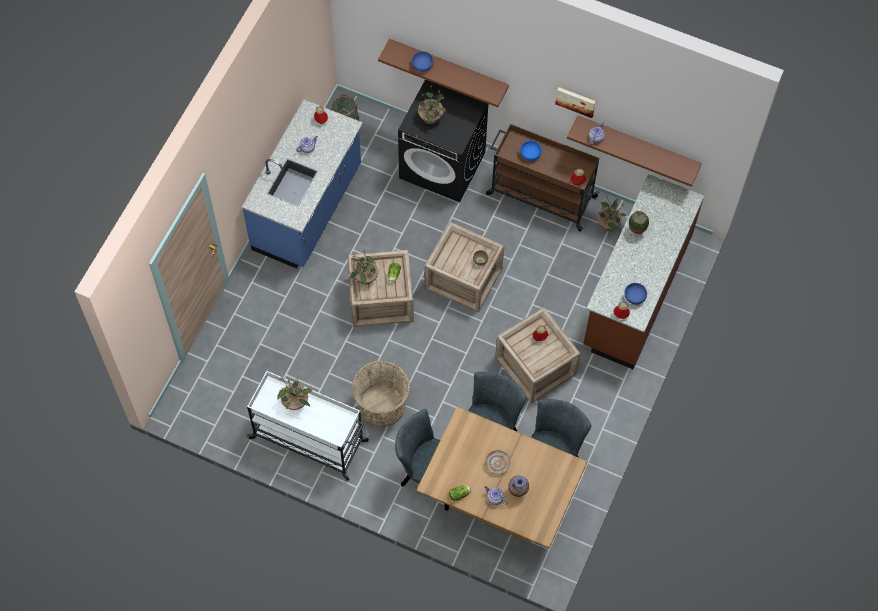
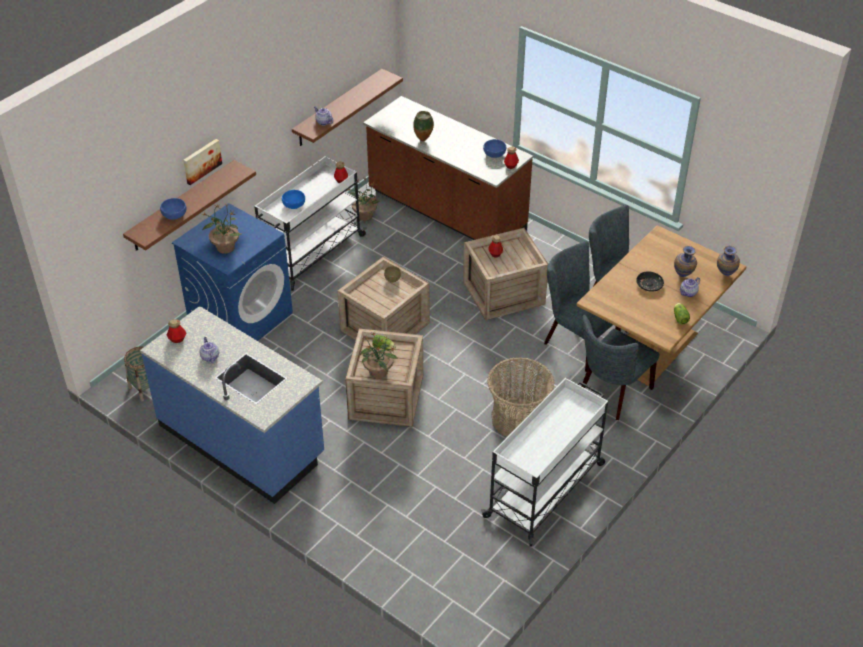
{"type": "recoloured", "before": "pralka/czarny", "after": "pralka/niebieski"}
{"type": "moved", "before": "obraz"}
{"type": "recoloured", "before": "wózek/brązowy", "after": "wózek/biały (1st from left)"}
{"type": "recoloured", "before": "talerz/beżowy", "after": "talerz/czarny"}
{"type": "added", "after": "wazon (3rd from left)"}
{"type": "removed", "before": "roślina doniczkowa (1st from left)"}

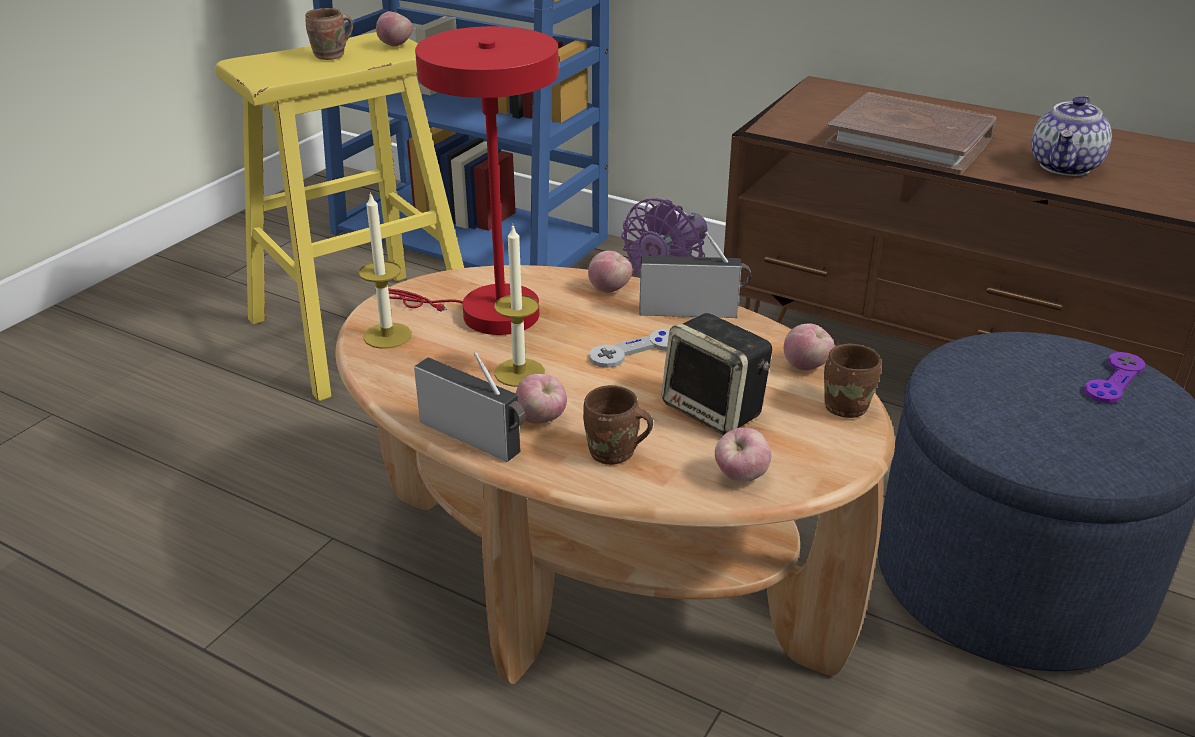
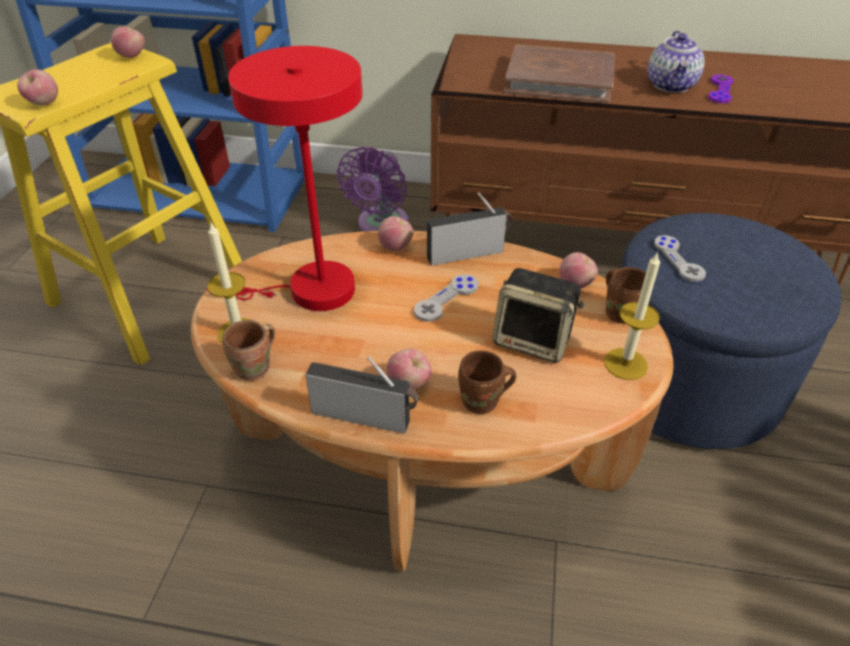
{"type": "moved", "before": "jabłko (4th from left in the first image)", "after": "jabłko (1st from left)"}
{"type": "moved", "before": "kubek/brązowy (1st from left)"}
{"type": "moved", "before": "świeca (2nd from left)"}
{"type": "added", "after": "pad do gier/szary (2nd from left)"}
{"type": "moved", "before": "pad do gier/fioletowy"}

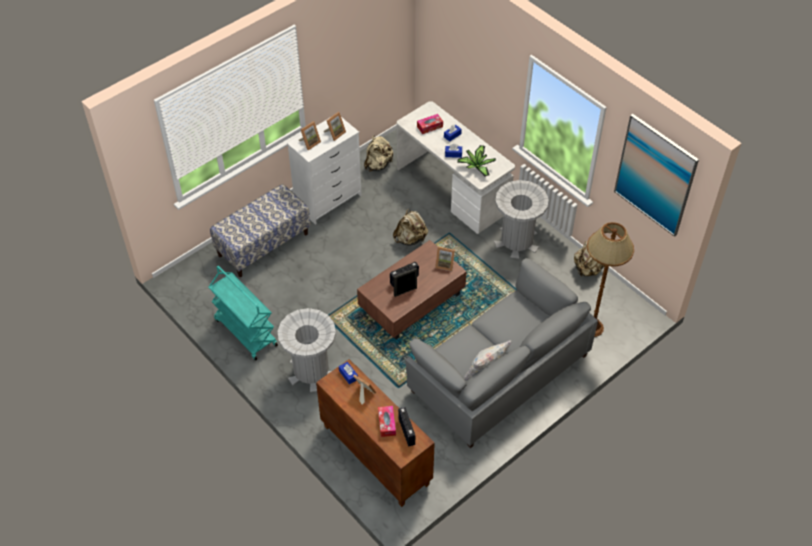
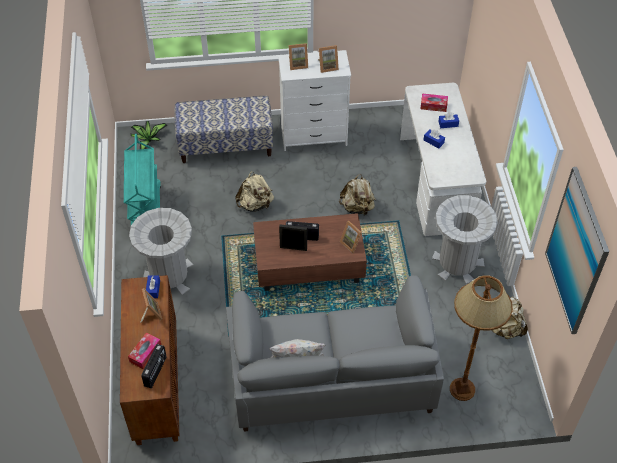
{"type": "moved", "before": "roślina doniczkowa"}
{"type": "moved", "before": "plecak/beżowy (1st from left)"}

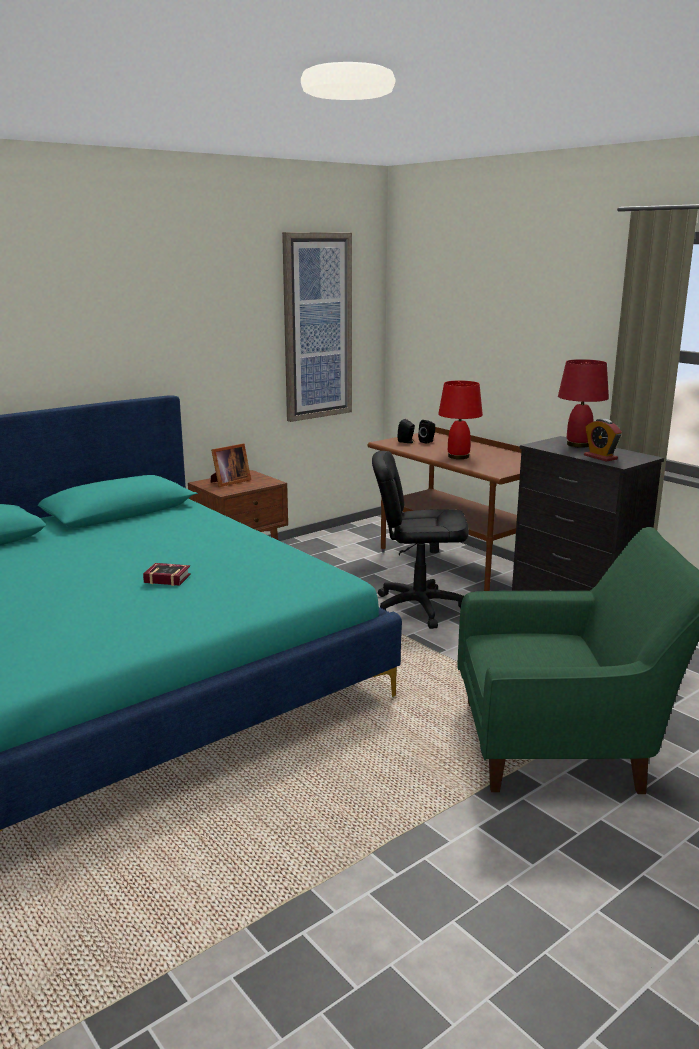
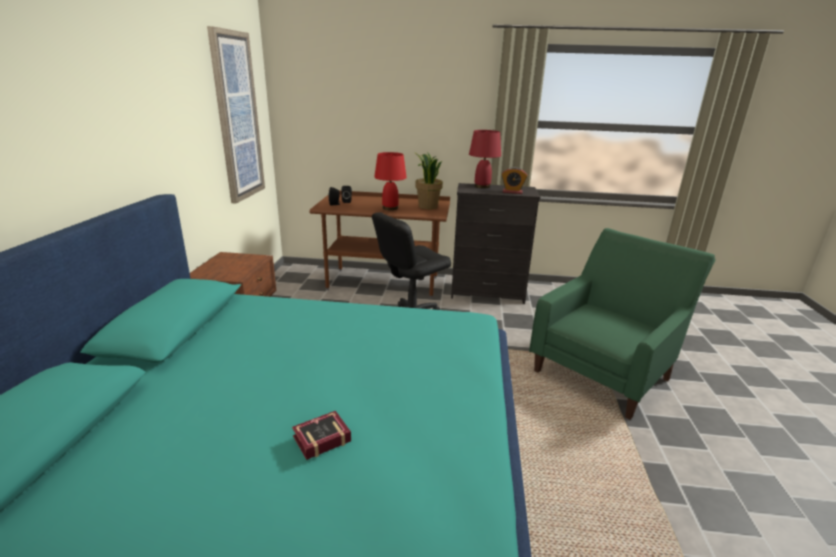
{"type": "moved", "before": "książka"}
{"type": "added", "after": "roślina doniczkowa"}
{"type": "removed", "before": "ramka na zdjęcie"}

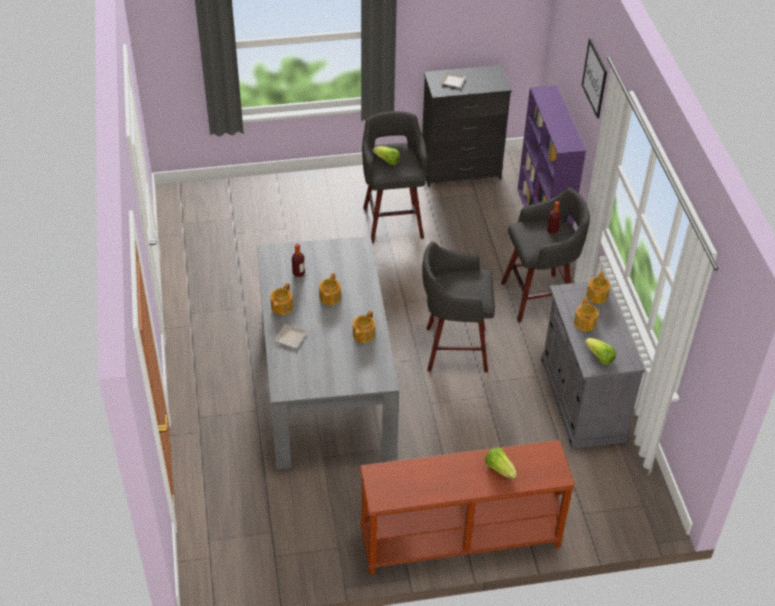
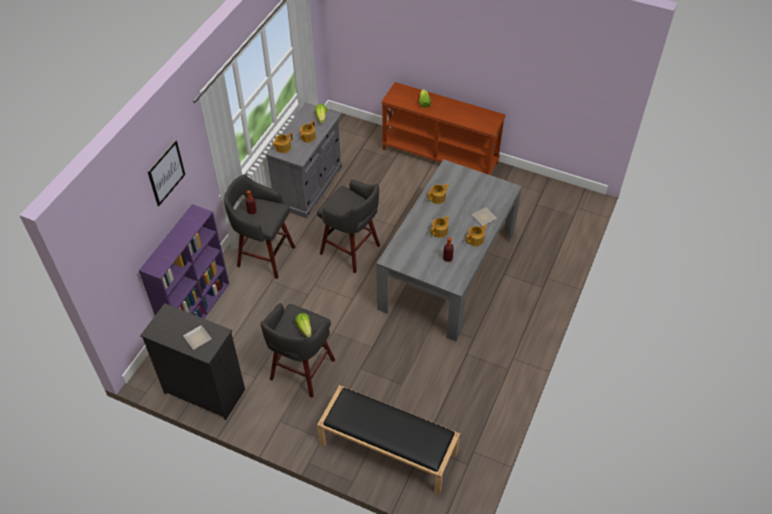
{"type": "added", "after": "ławka/czarny"}

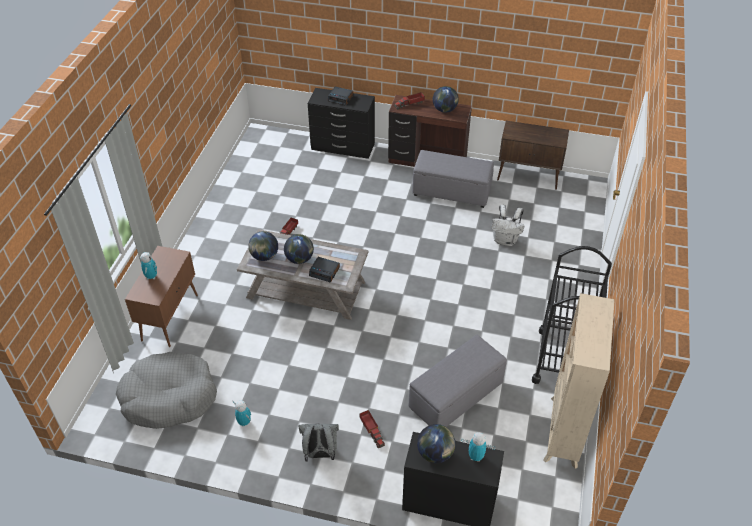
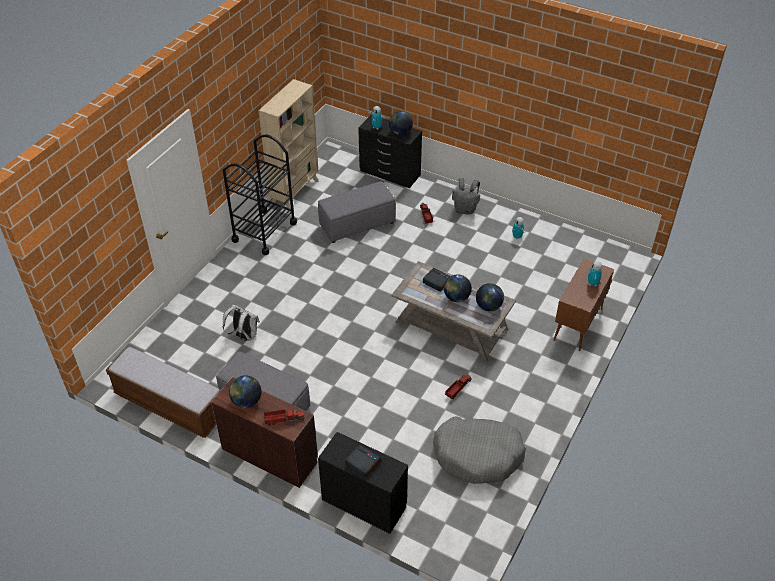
{"type": "replaced", "before": "szafka/brązowy (2nd from left)", "after": "ławka"}
{"type": "moved", "before": "legowisko/szary"}

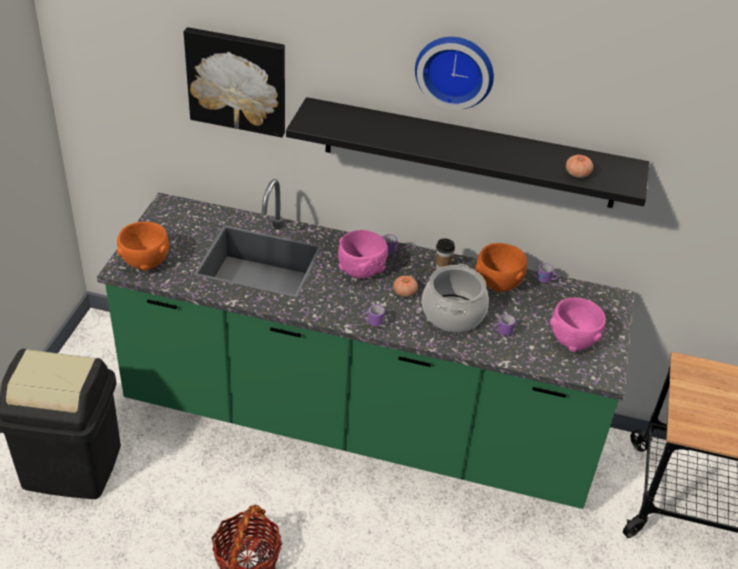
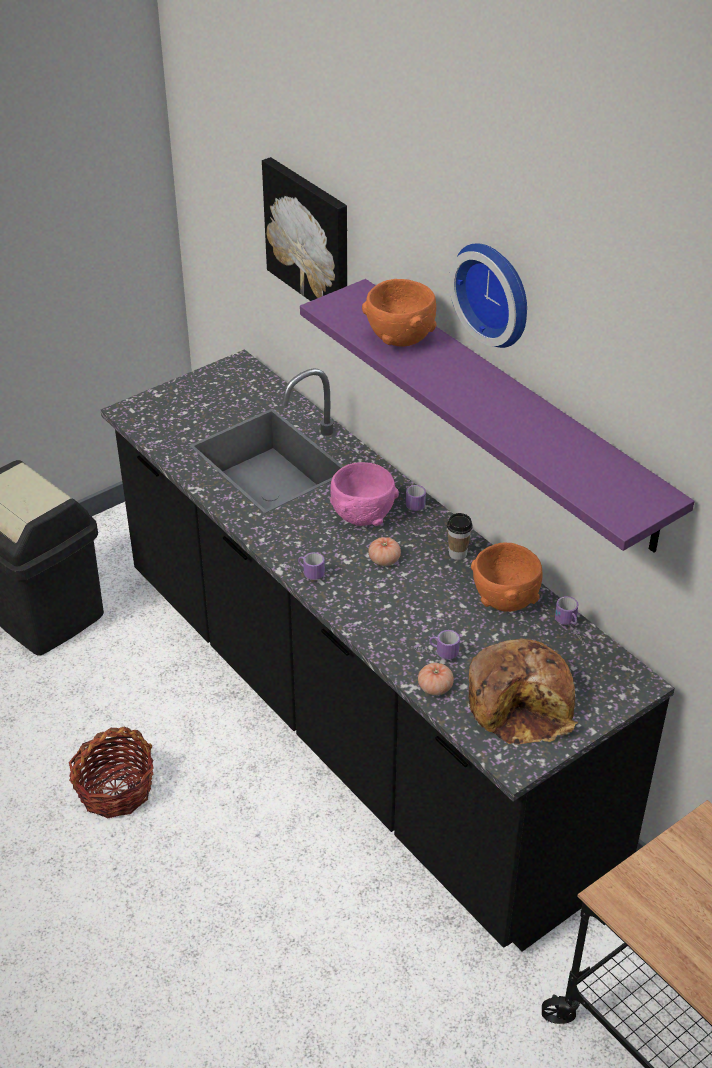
{"type": "recoloured", "before": "zabudowa kuchenna/zielony", "after": "zabudowa kuchenna/czarny"}
{"type": "recoloured", "before": "półka/czarny", "after": "półka/fioletowy"}
{"type": "moved", "before": "miska/pomarańczowy (1st from left)"}
{"type": "moved", "before": "pomidor (2nd from left)"}
{"type": "replaced", "before": "miska/różowy (2nd from left)", "after": "chleb"}
{"type": "removed", "before": "garnek"}

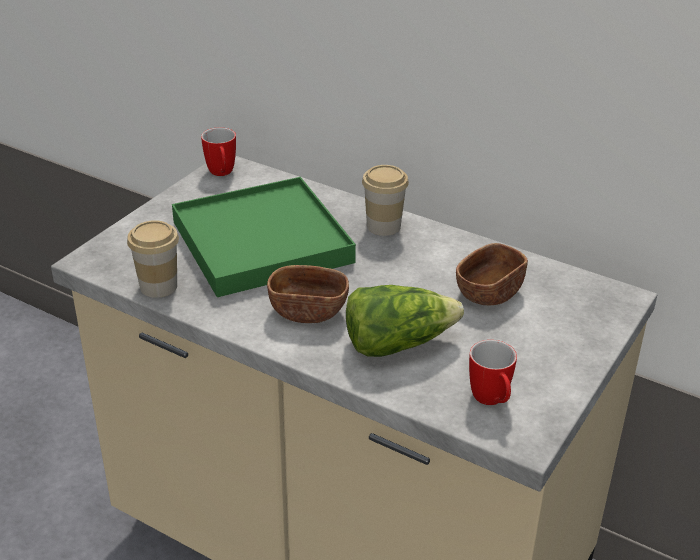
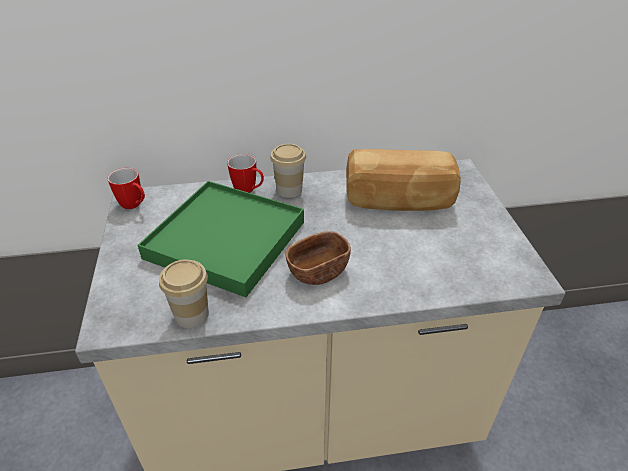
{"type": "moved", "before": "kubek (2nd from left)"}
{"type": "replaced", "before": "miska/brązowy (2nd from left)", "after": "chleb"}
{"type": "removed", "before": "sałata"}

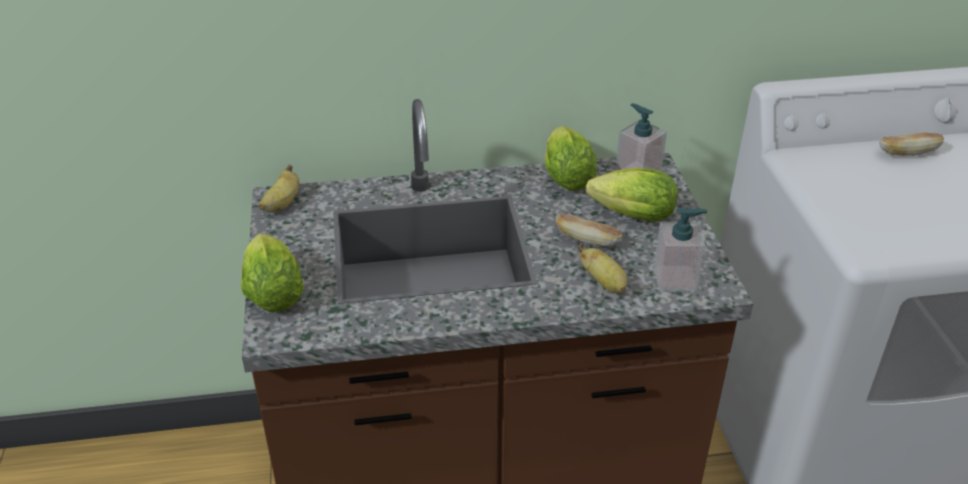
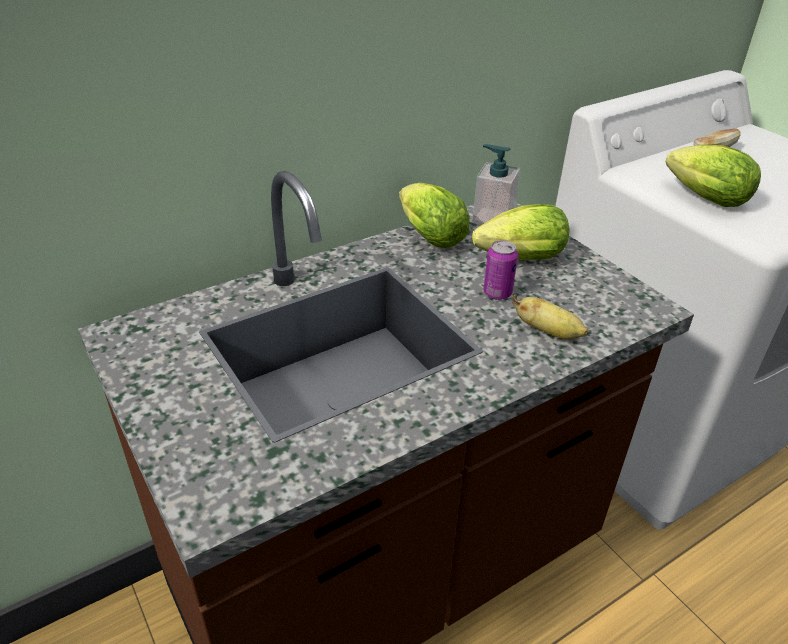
{"type": "replaced", "before": "chleb (1st from left)", "after": "puszka"}
{"type": "moved", "before": "sałata (1st from left in the first image)", "after": "sałata (3rd from left)"}
{"type": "removed", "before": "banan (1st from left)"}
{"type": "removed", "before": "dozownik mydła (2nd from left)"}

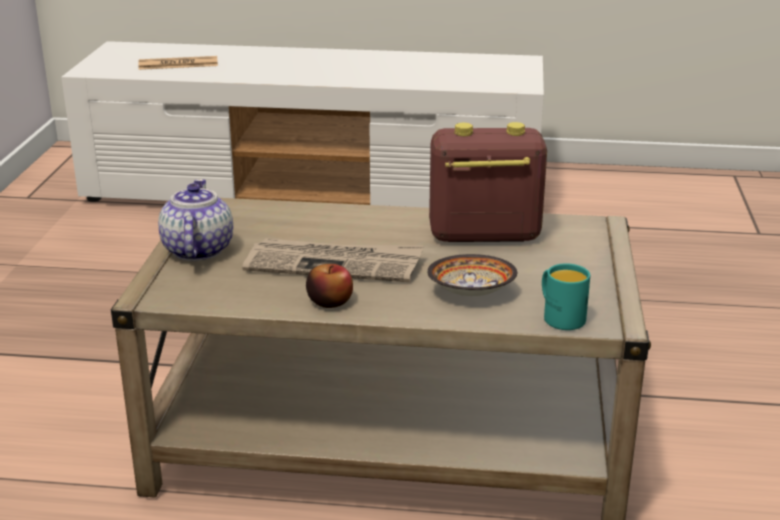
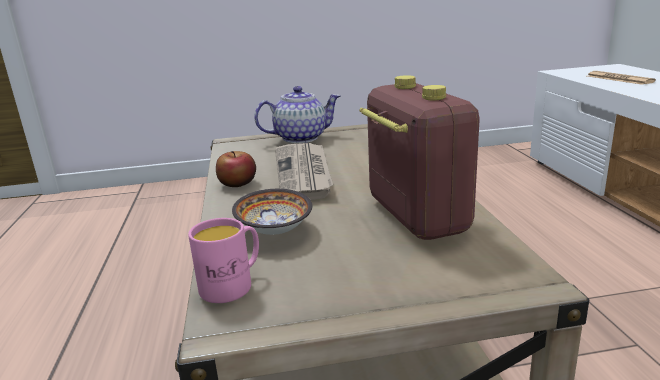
{"type": "recoloured", "before": "kubek/turkusowy", "after": "kubek/różowy"}

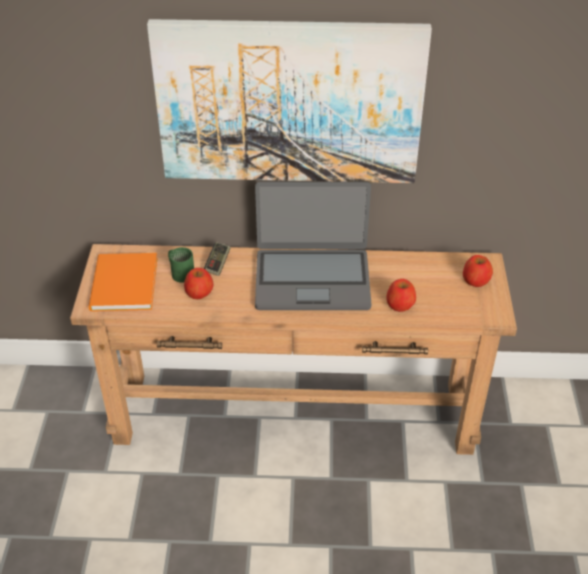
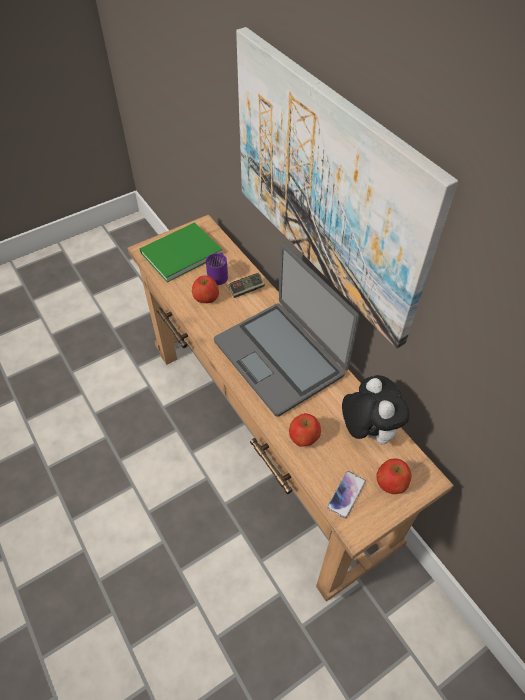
{"type": "recoloured", "before": "książka/pomarańczowy", "after": "książka/zielony"}
{"type": "recoloured", "before": "kubek/zielony", "after": "kubek/fioletowy"}
{"type": "added", "after": "telefon"}
{"type": "added", "after": "pluszak"}

